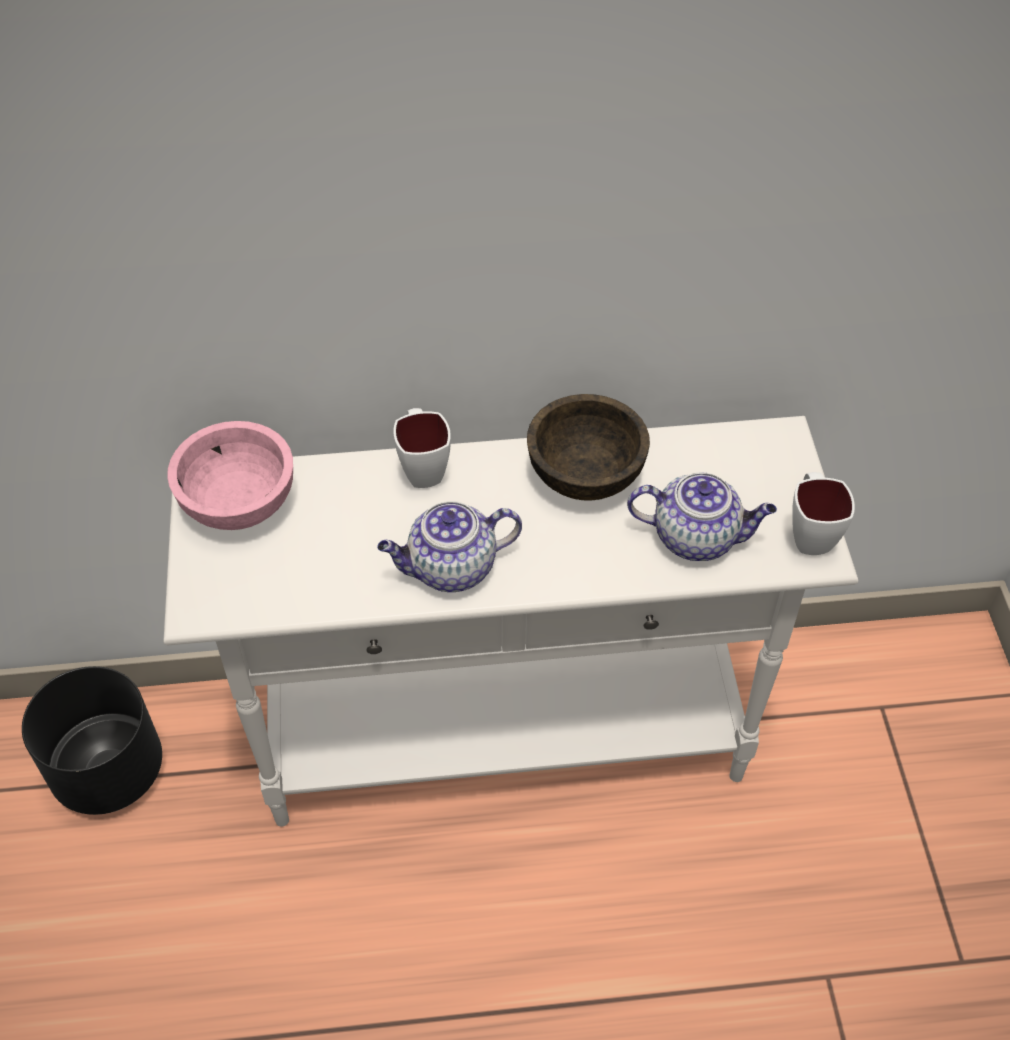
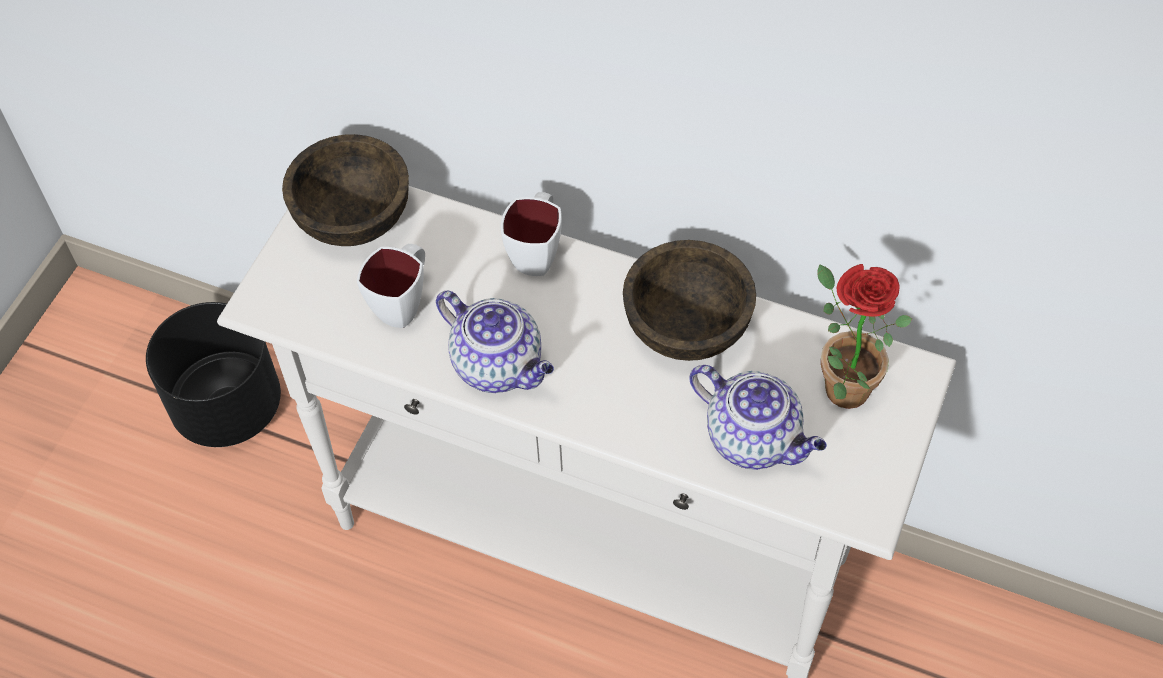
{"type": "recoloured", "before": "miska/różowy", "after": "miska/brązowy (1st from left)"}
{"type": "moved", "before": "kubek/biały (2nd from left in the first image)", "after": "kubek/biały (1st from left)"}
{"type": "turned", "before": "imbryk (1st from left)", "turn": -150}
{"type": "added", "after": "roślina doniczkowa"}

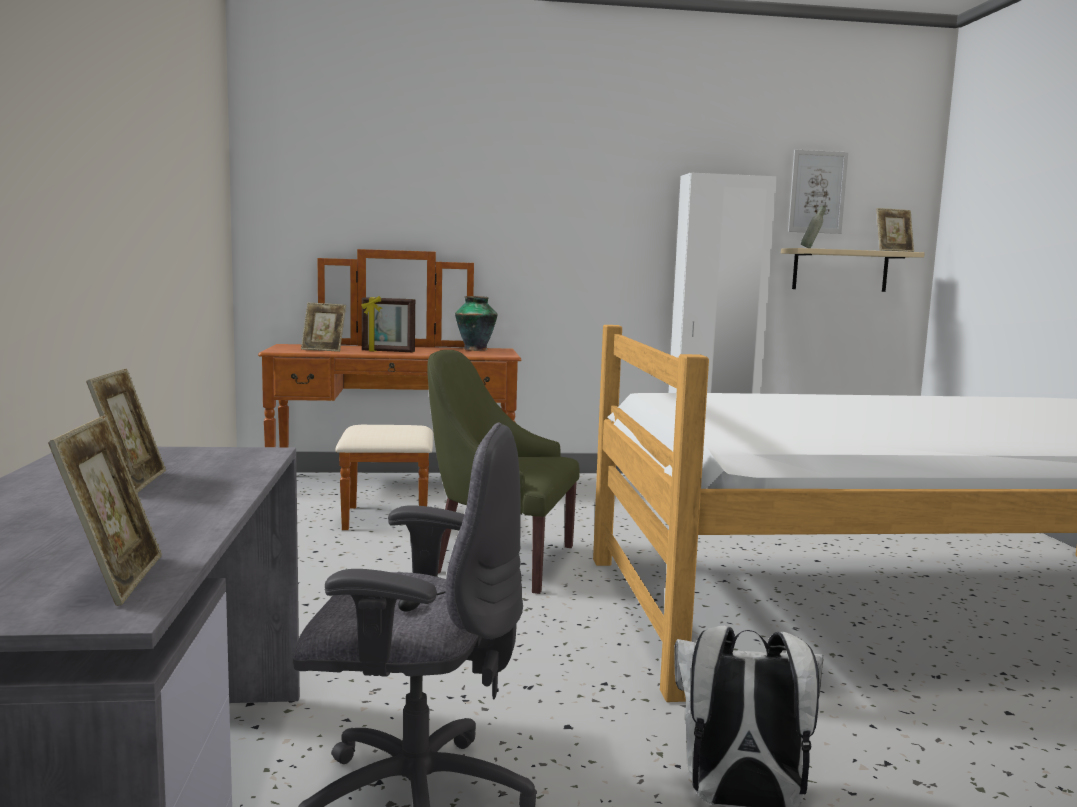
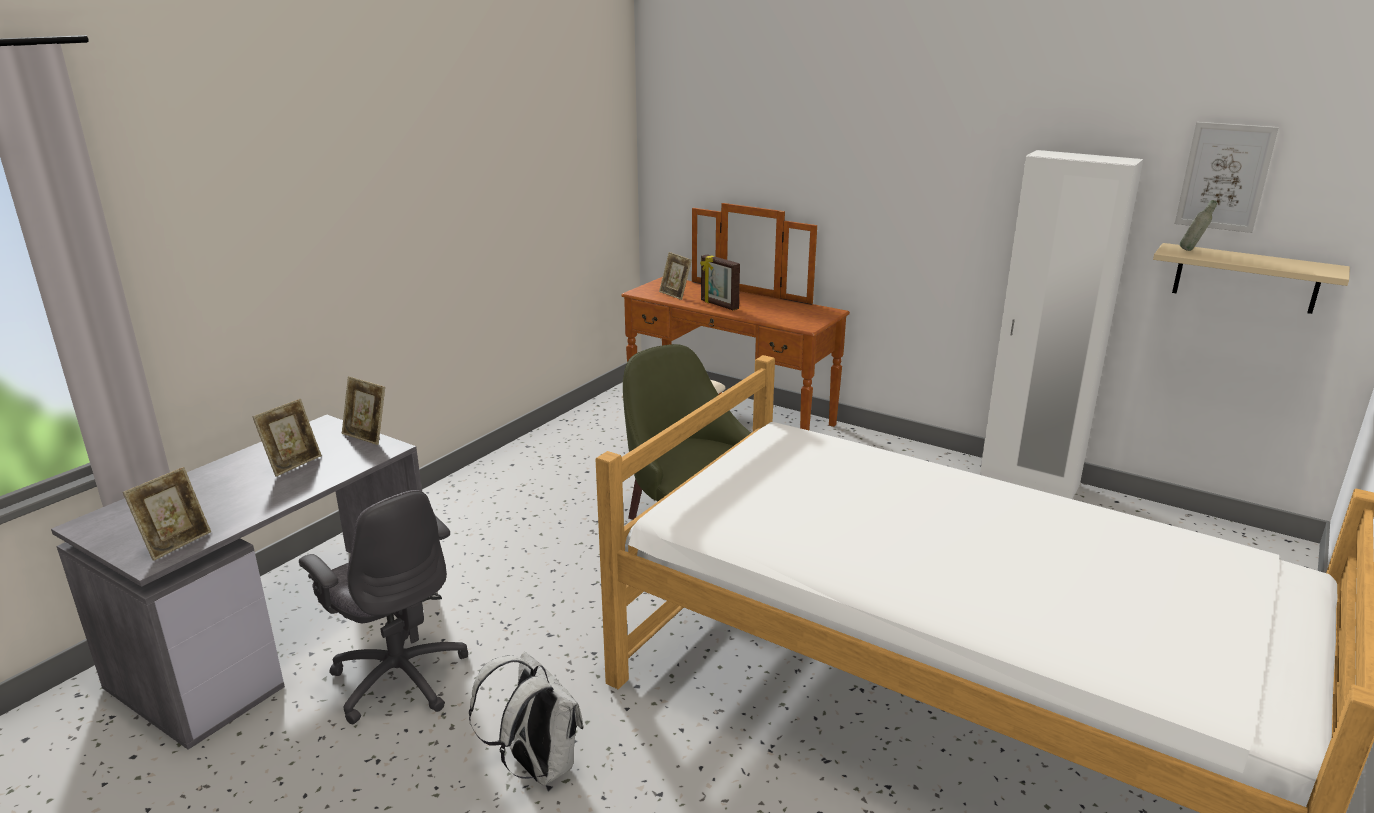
{"type": "moved", "before": "ramka na zdjęcie (5th from left in the first image)", "after": "ramka na zdjęcie (3rd from left)"}
{"type": "removed", "before": "wazon"}

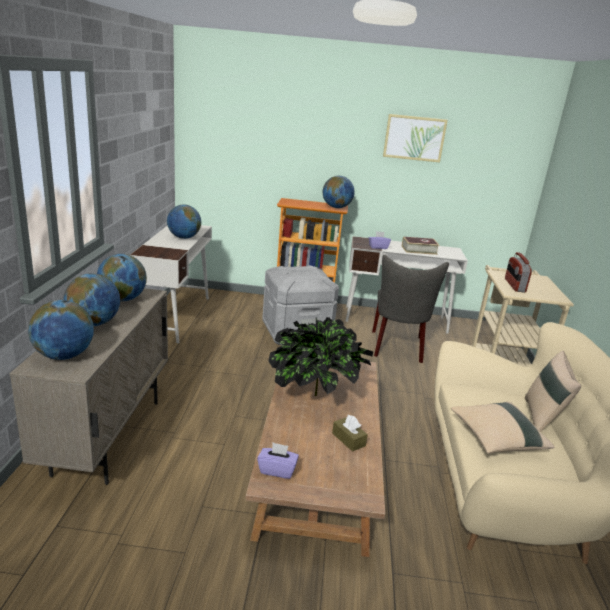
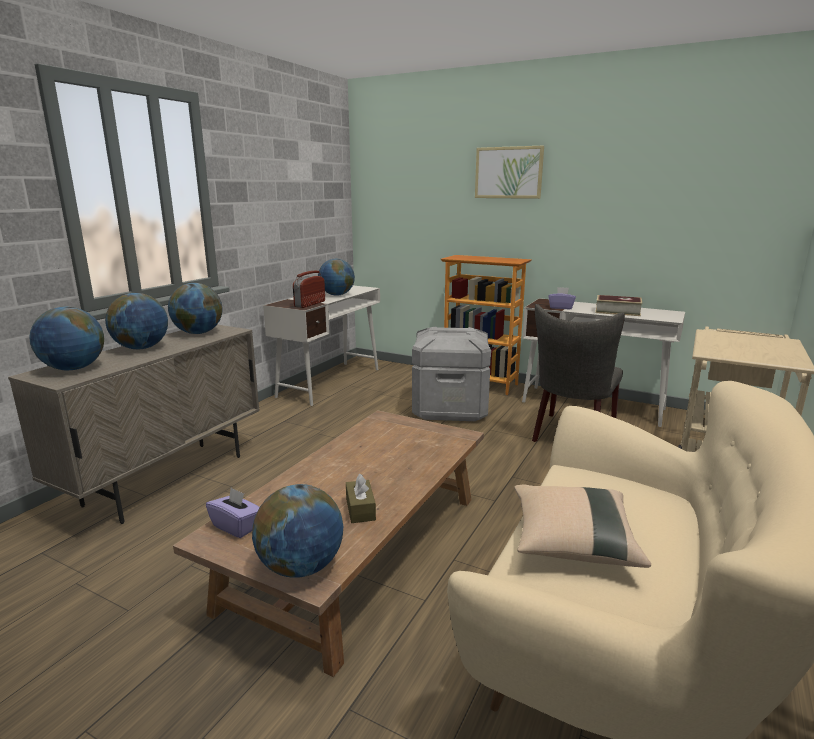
{"type": "moved", "before": "globus (5th from left in the first image)", "after": "globus (4th from left)"}
{"type": "moved", "before": "radio"}
{"type": "moved", "before": "obraz"}
{"type": "removed", "before": "roślina doniczkowa"}
{"type": "removed", "before": "poduszka/beżowy (2nd from left)"}

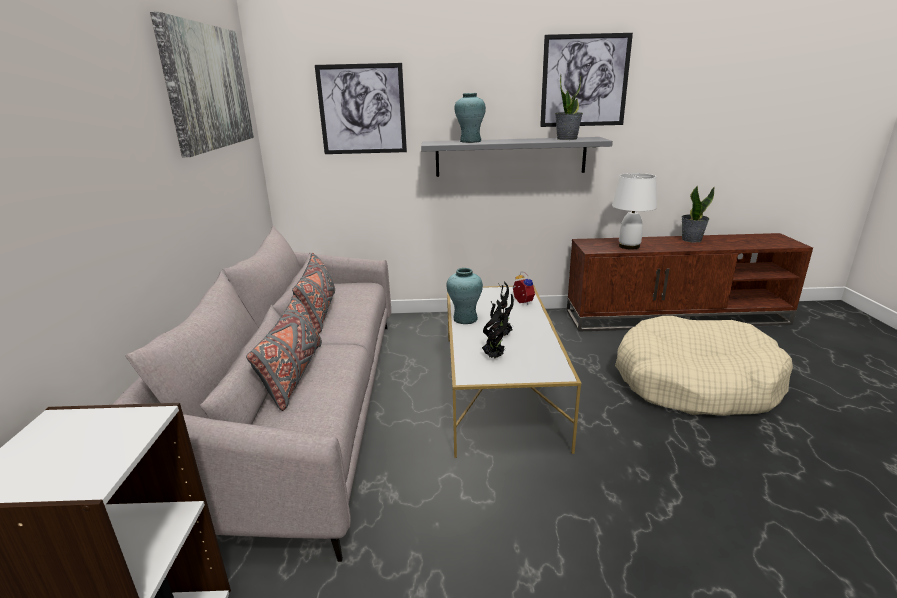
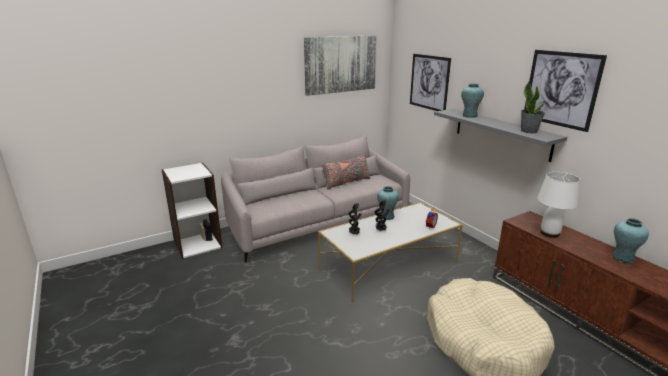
{"type": "replaced", "before": "roślina doniczkowa (4th from left)", "after": "wazon/turkusowy (3rd from left)"}
{"type": "removed", "before": "poduszka/szary (1st from left)"}

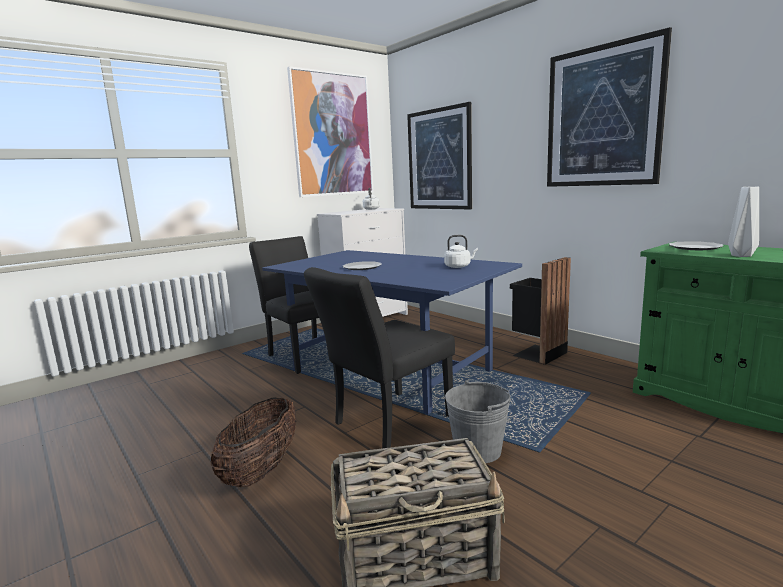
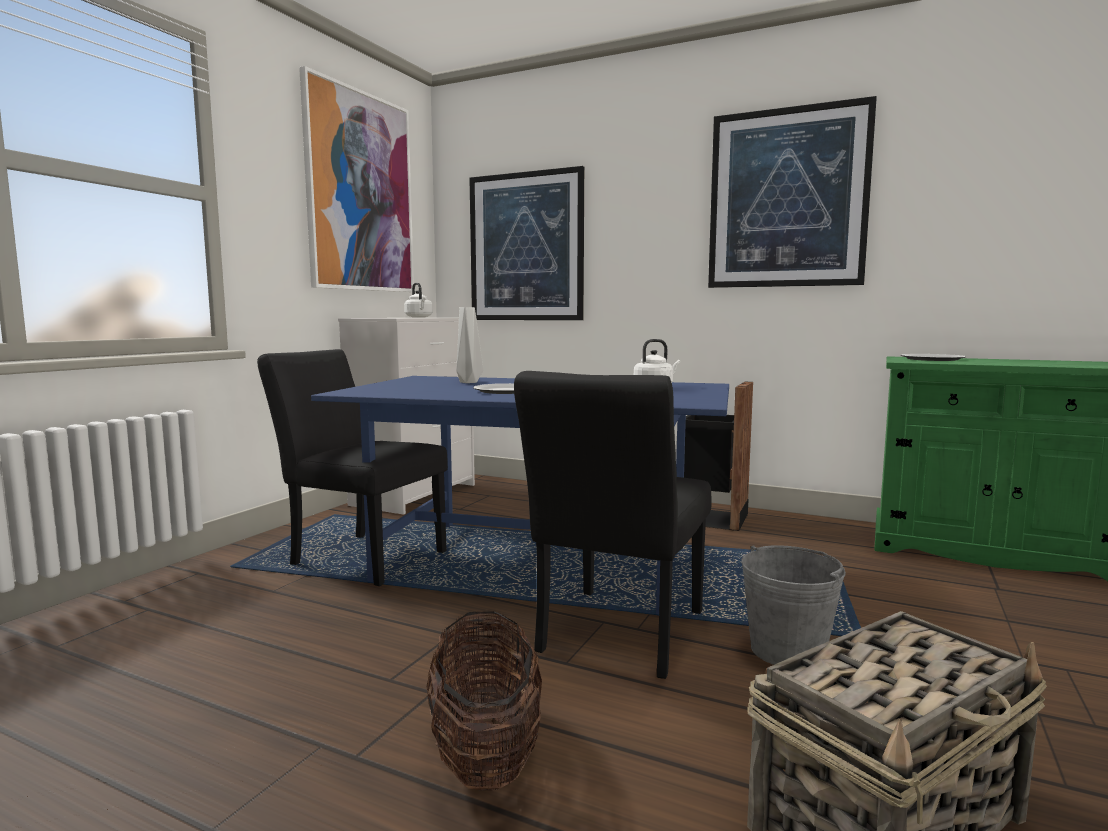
{"type": "moved", "before": "wazon/szary"}

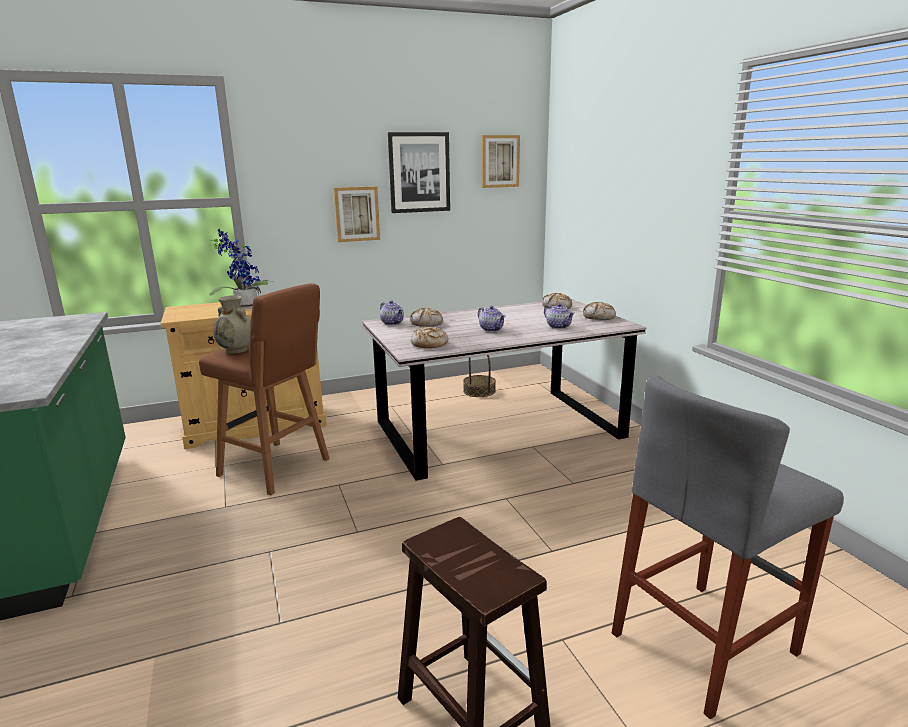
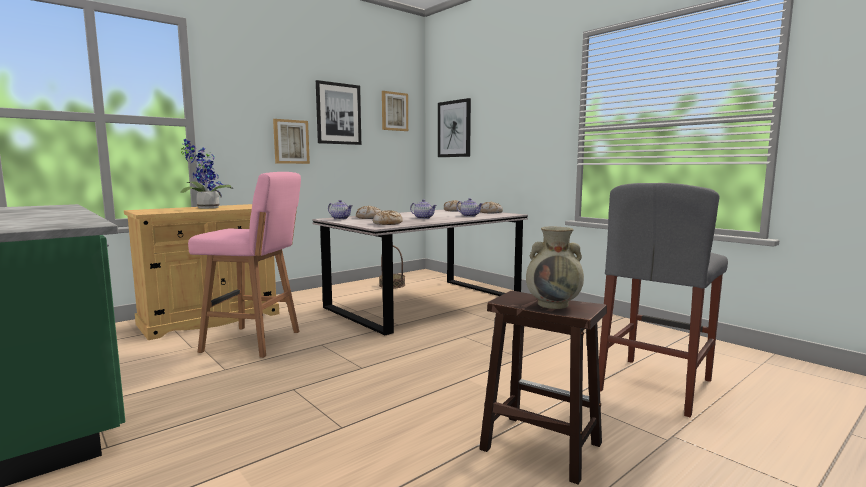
{"type": "recoloured", "before": "stołek/brązowy (1st from left)", "after": "stołek/różowy"}
{"type": "added", "after": "obraz (4th from left)"}
{"type": "moved", "before": "wazon/beżowy"}

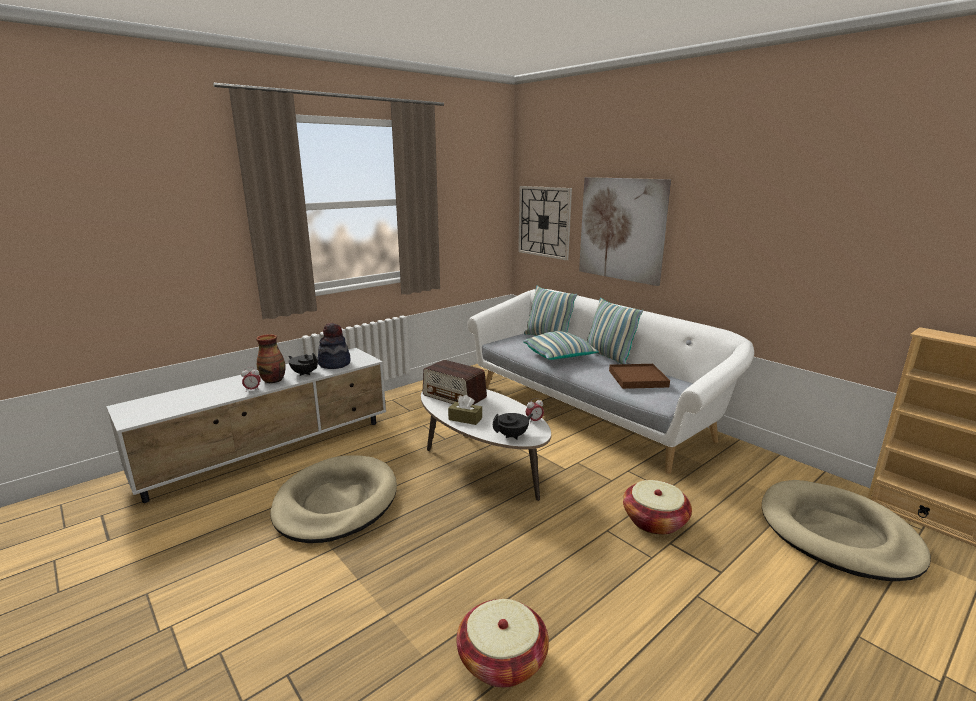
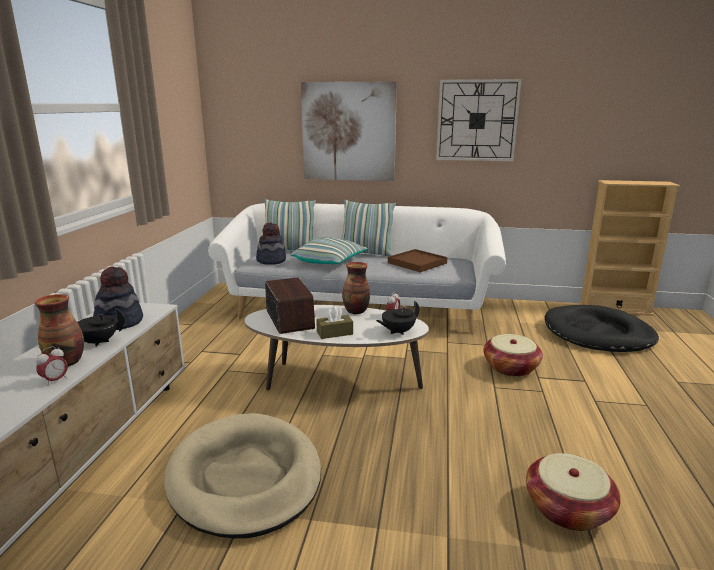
{"type": "added", "after": "kapelusz (2nd from left)"}
{"type": "turned", "before": "radio", "turn": -105}
{"type": "added", "after": "wazon (2nd from left)"}
{"type": "turned", "before": "imbryk/czarny (2nd from left)", "turn": -135}
{"type": "moved", "before": "zegar ścienny"}
{"type": "recoloured", "before": "legowisko/beżowy (2nd from left)", "after": "legowisko/czarny"}

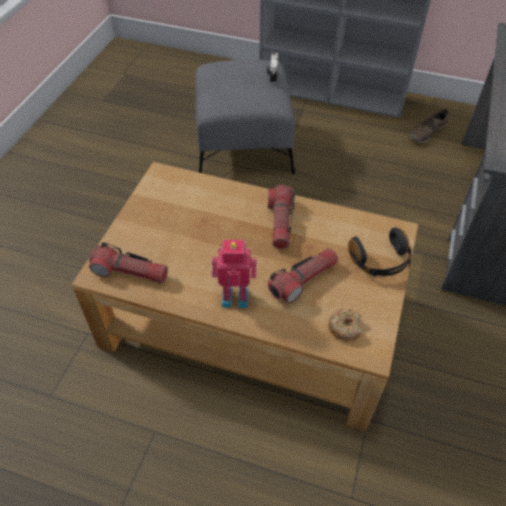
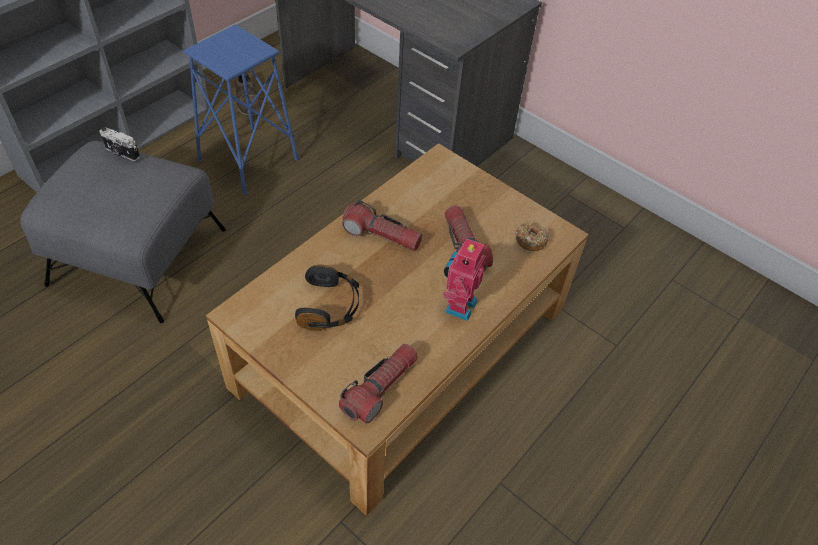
{"type": "added", "after": "stołek/niebieski"}
{"type": "moved", "before": "słuchawki/czarny"}

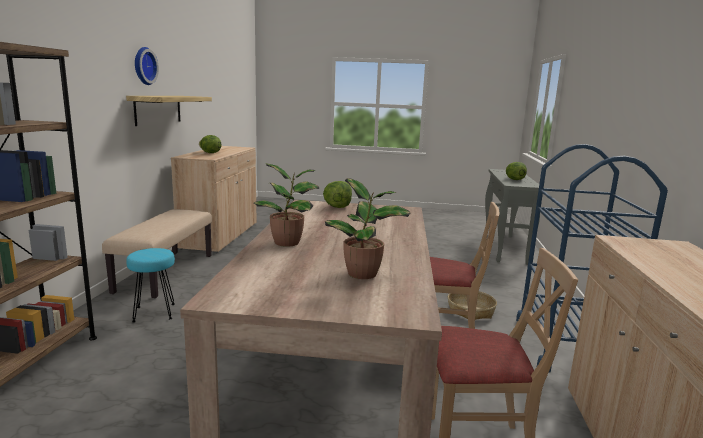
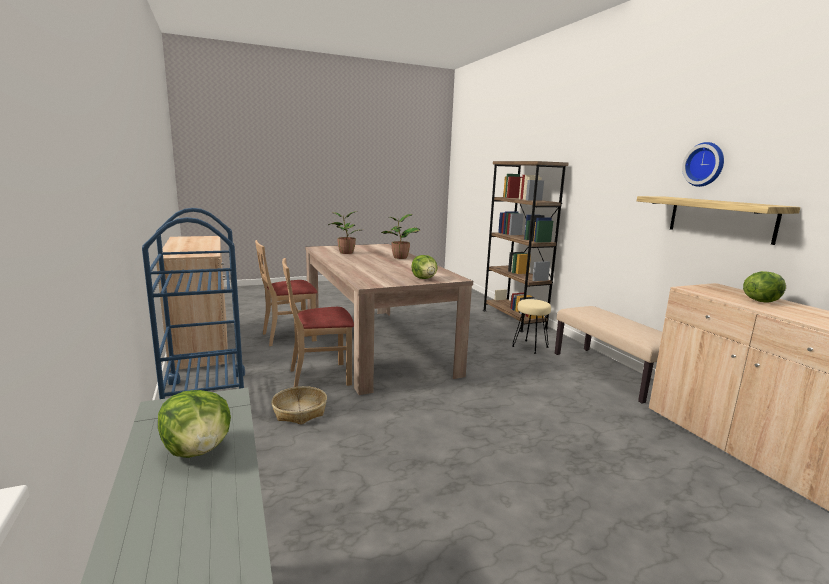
{"type": "recoloured", "before": "stołek/turkusowy", "after": "stołek/beżowy"}

